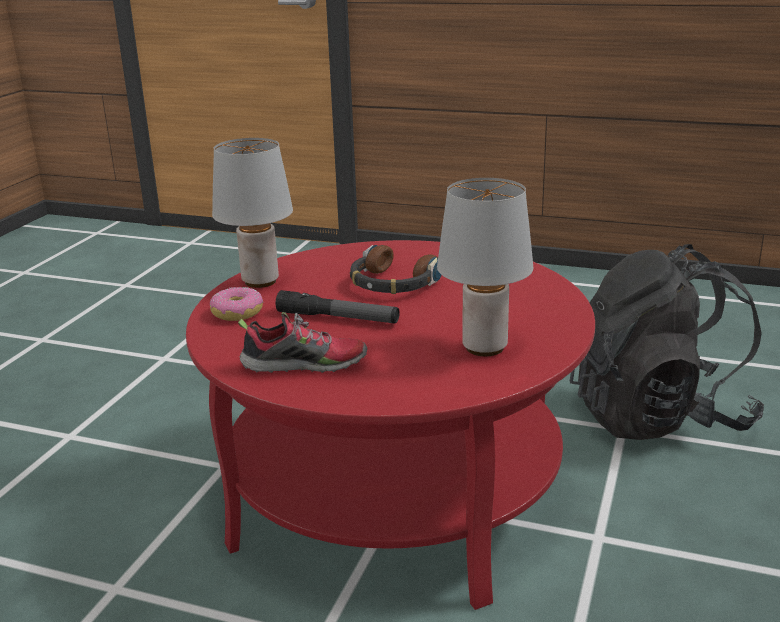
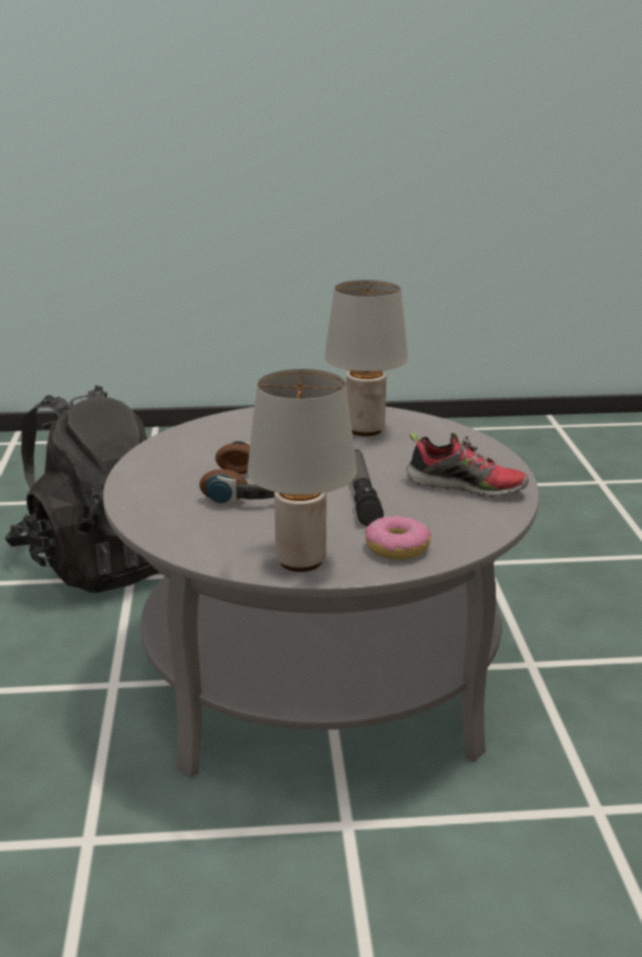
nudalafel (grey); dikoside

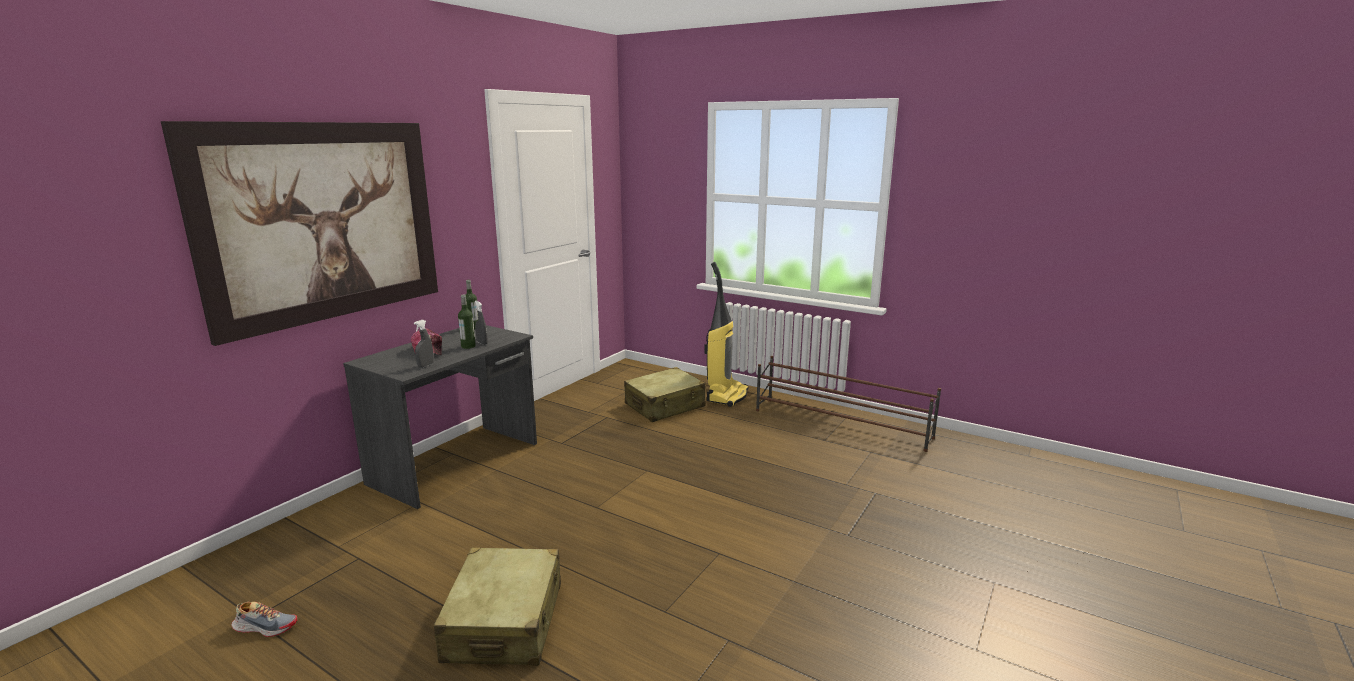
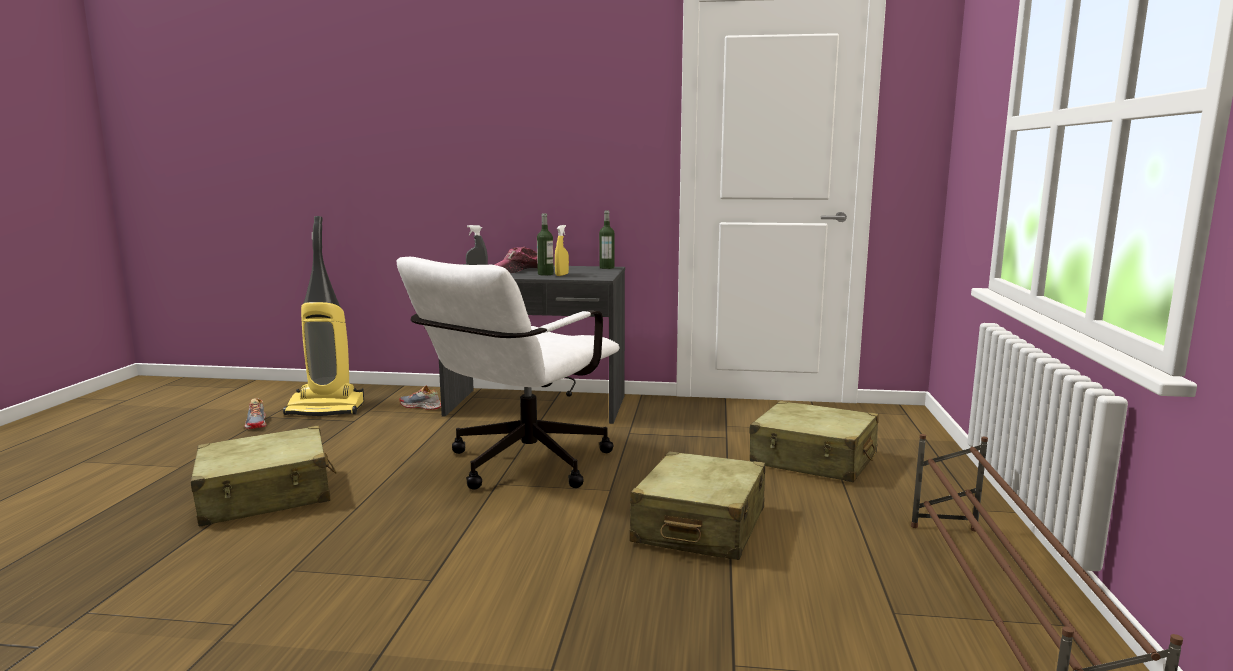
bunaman; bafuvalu; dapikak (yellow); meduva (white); dikoside (2nd from left); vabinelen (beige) (2nd from left)

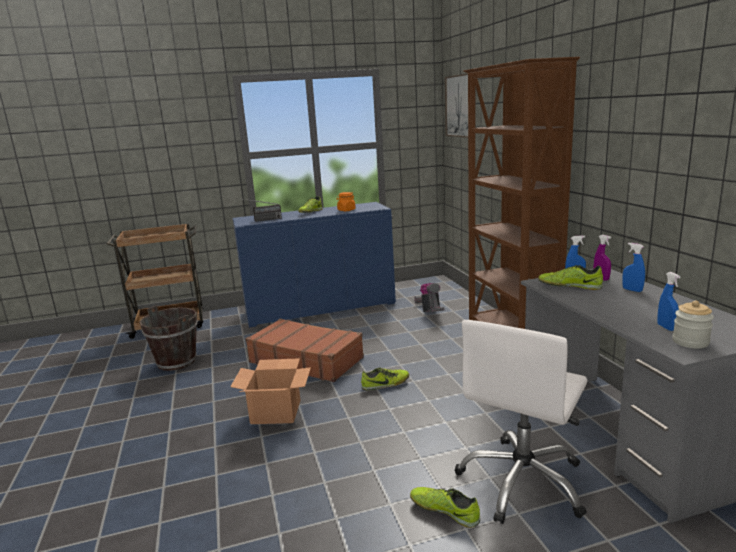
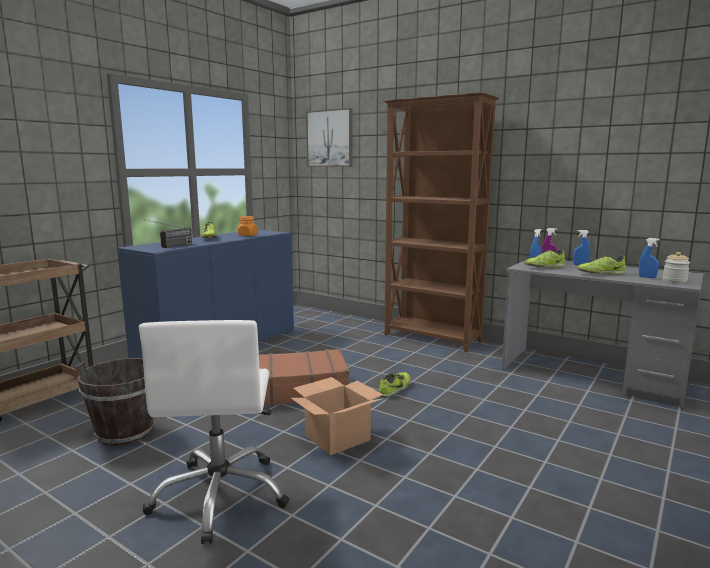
bafuvalu; meduva (white); dikoside (4th from left)

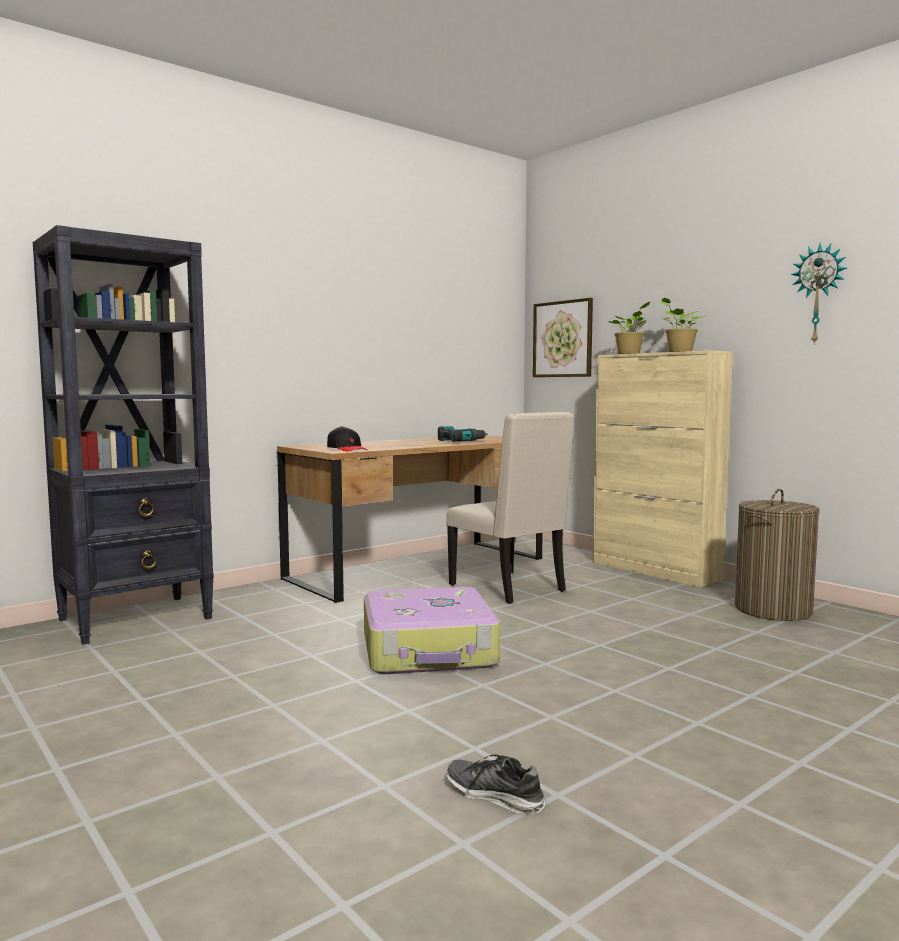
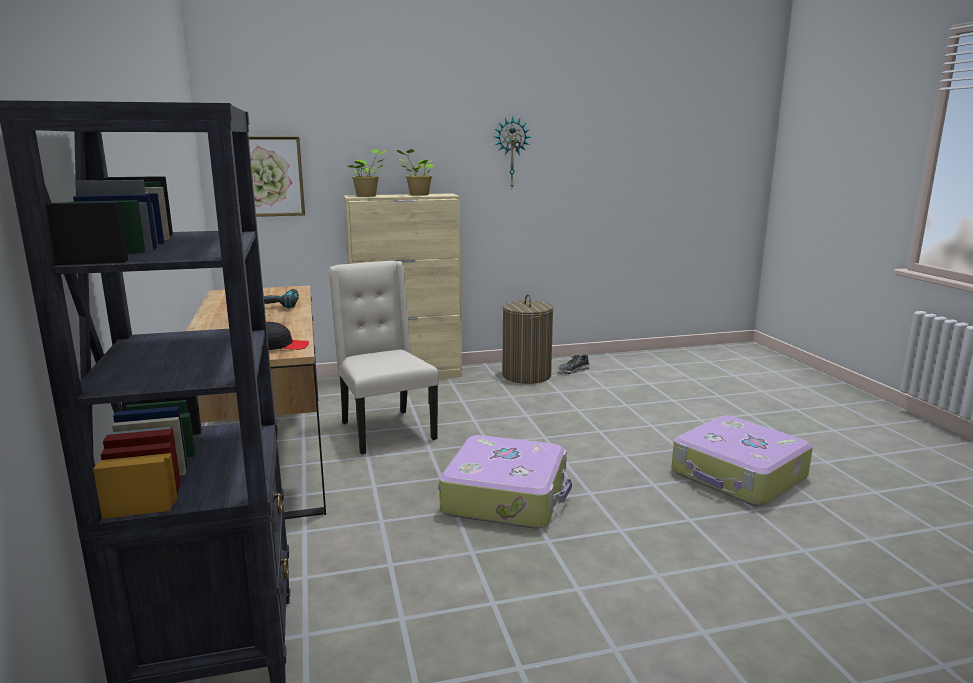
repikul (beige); dikoside; vabinelen (2nd from left)

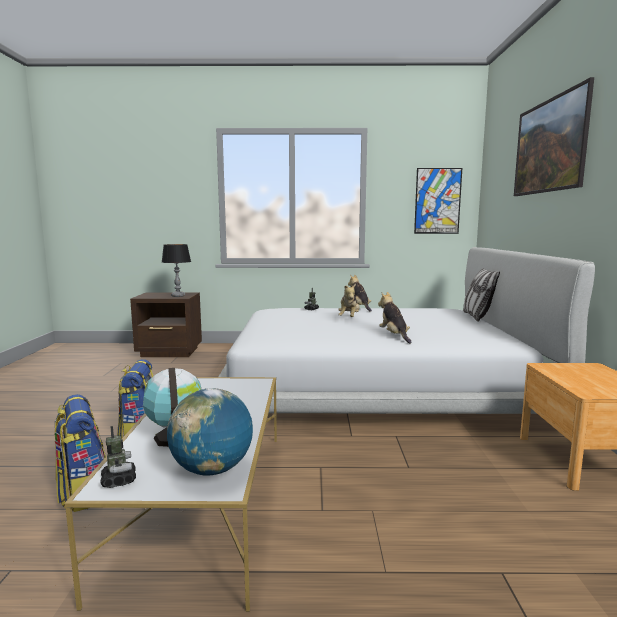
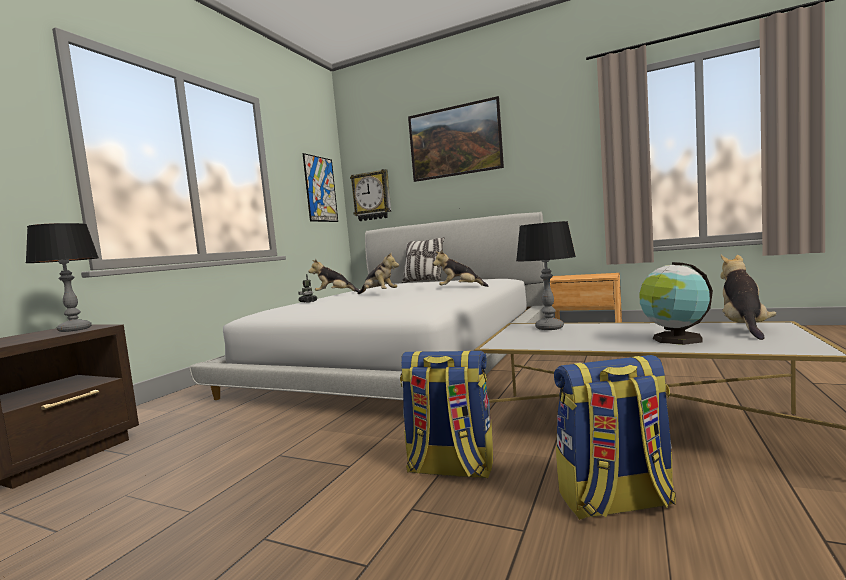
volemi (4th from left); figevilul (1st from left in the first image); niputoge; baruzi (2nd from left)

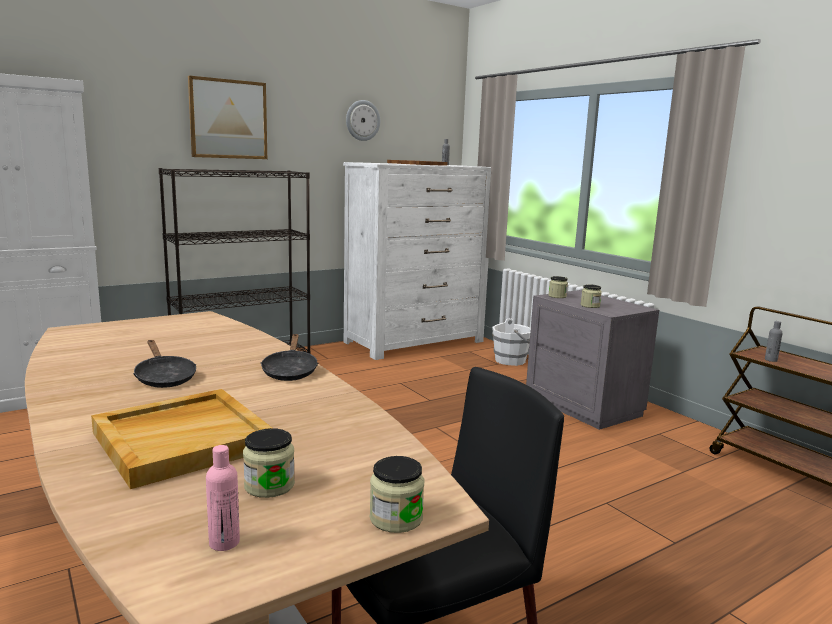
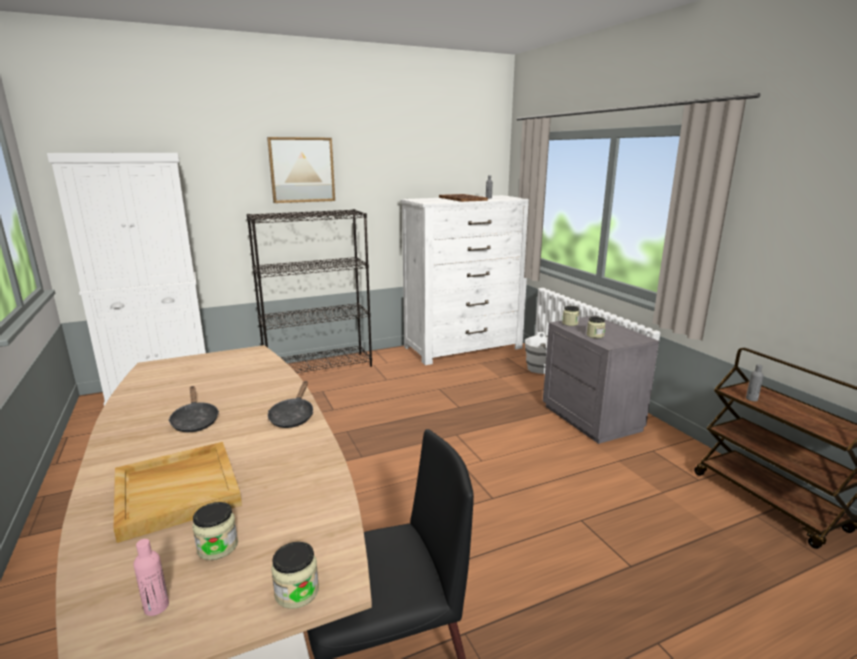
niputoge

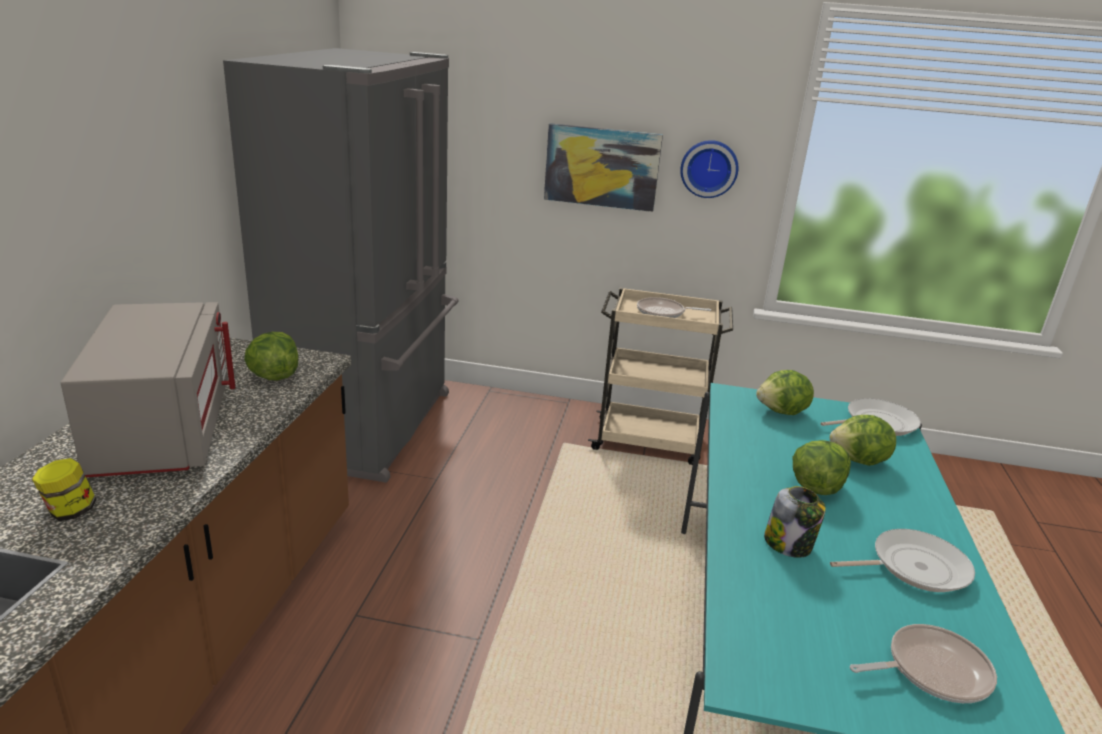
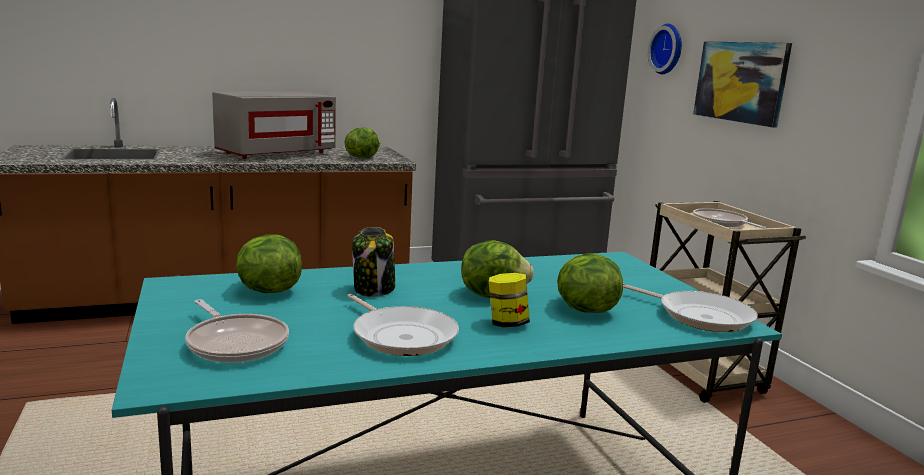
niputoge; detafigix (1st from left); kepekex (2nd from left)

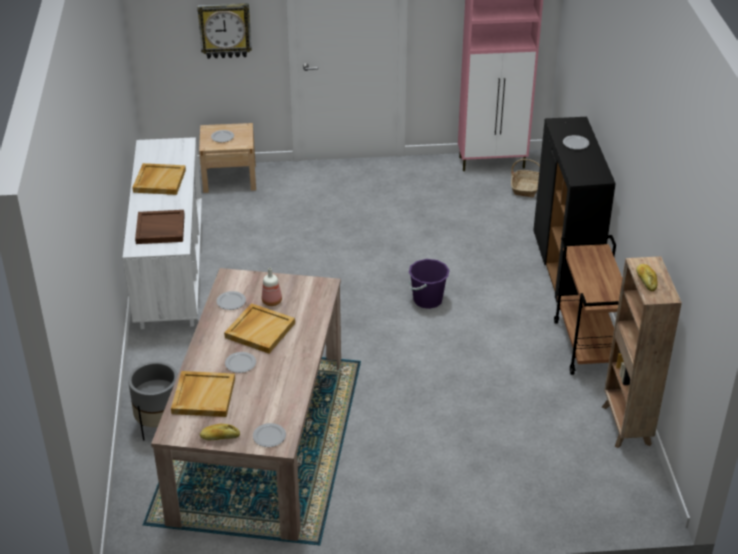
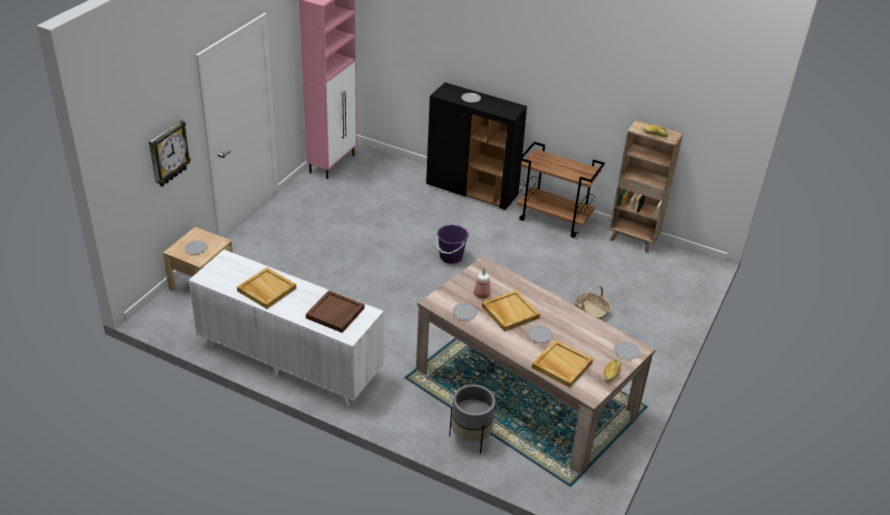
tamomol

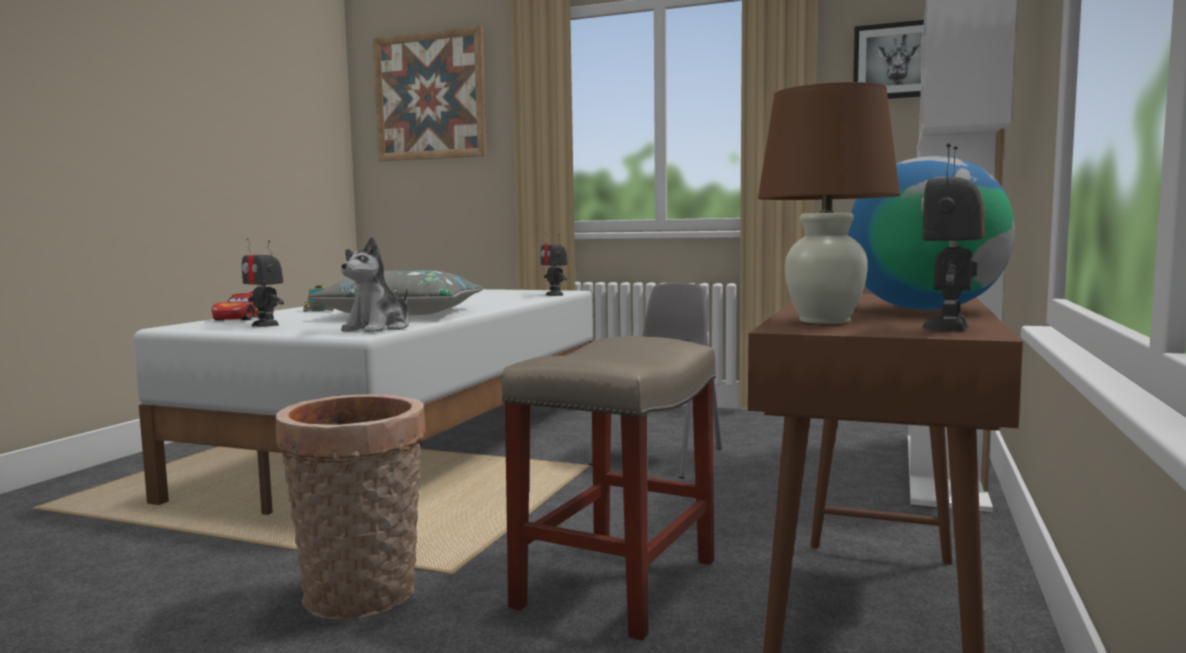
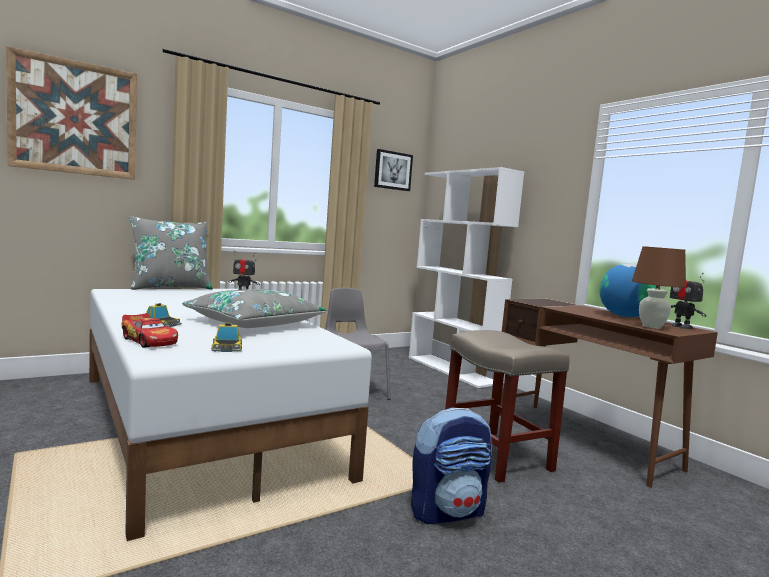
volemi; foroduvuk (3rd from left); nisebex; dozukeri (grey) (1st from left)

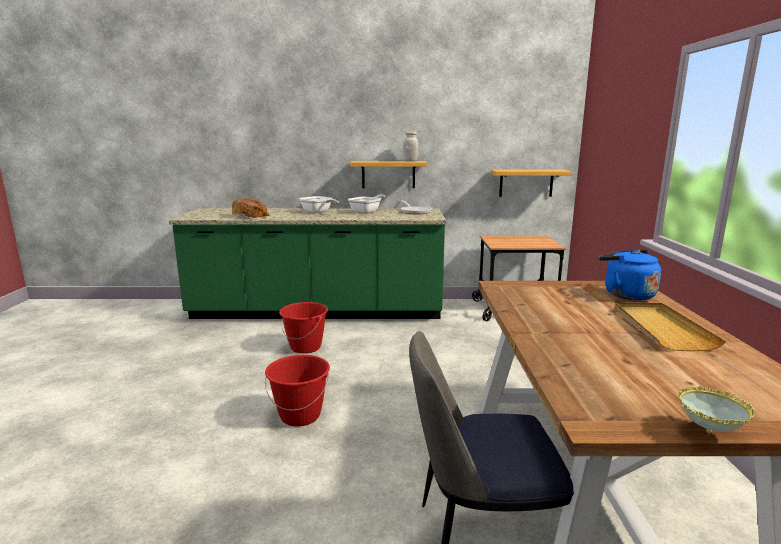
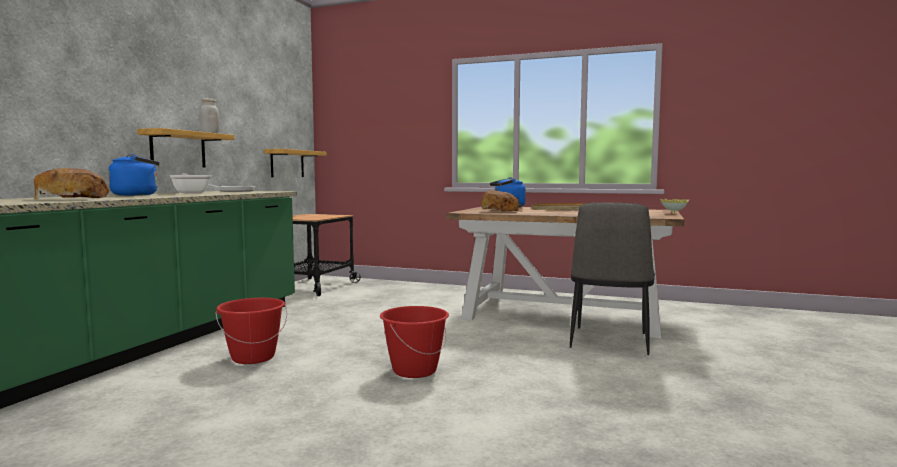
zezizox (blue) (1st from left); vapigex (2nd from left)

